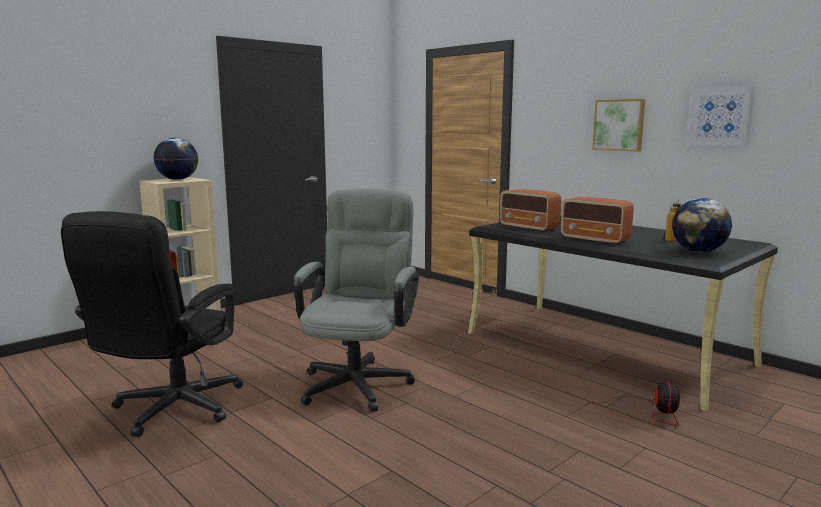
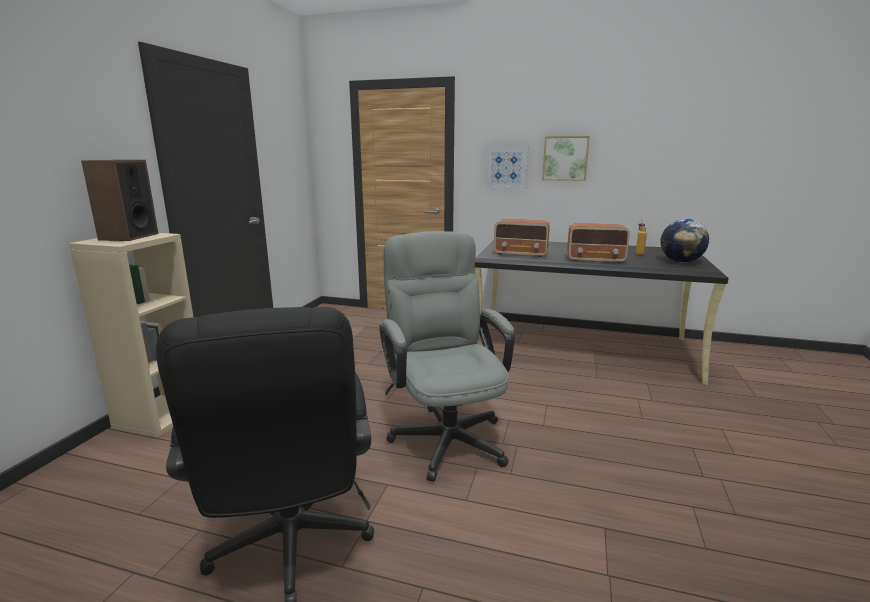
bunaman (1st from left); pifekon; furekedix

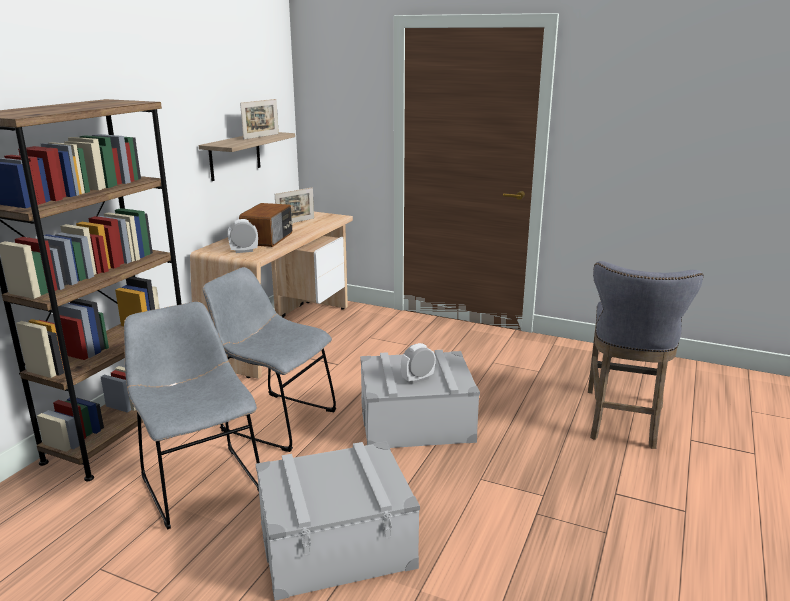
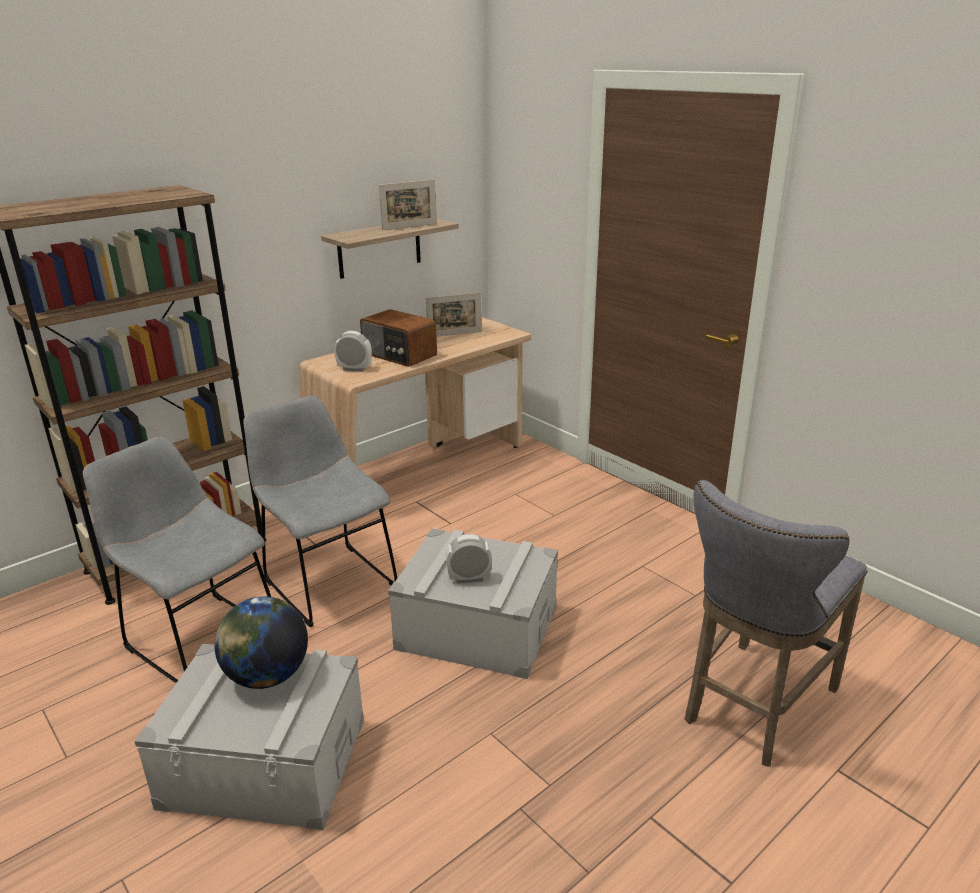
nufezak; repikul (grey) (1st from left); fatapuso

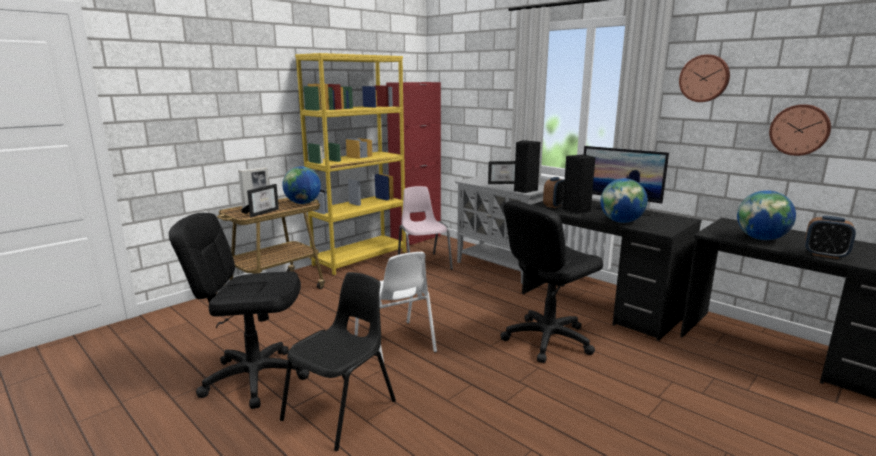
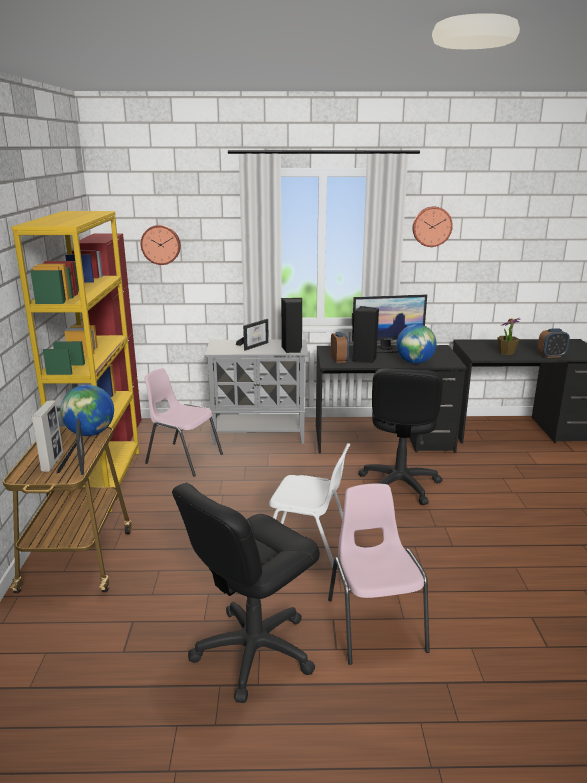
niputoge (1st from left); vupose; repikul (pink) (2nd from left)

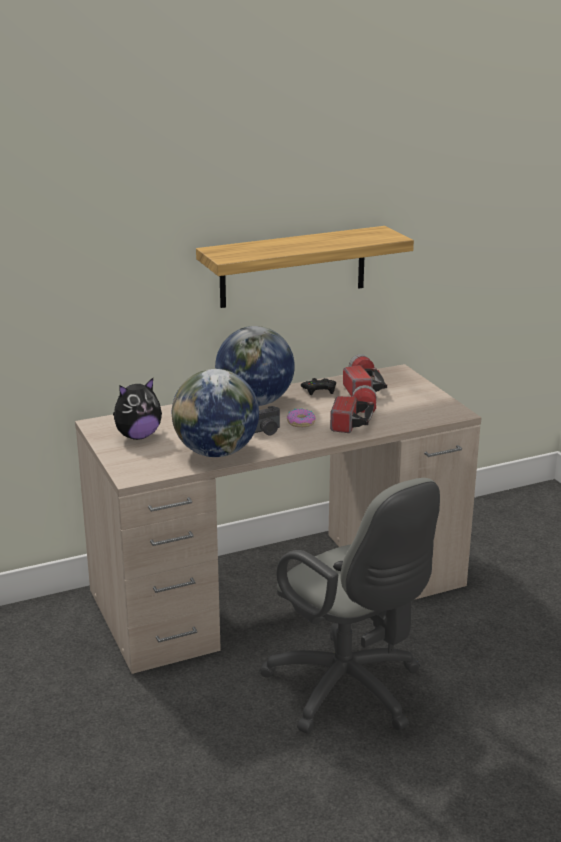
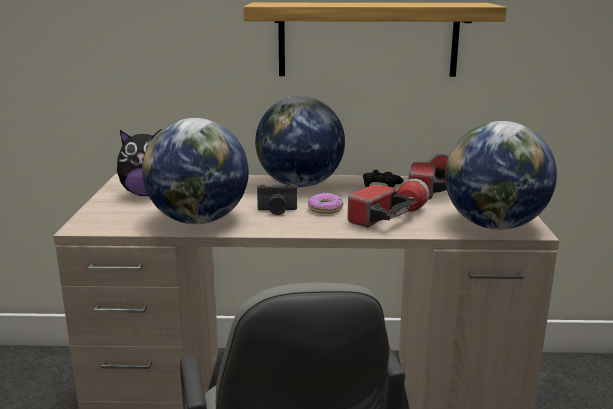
fatapuso (3rd from left)

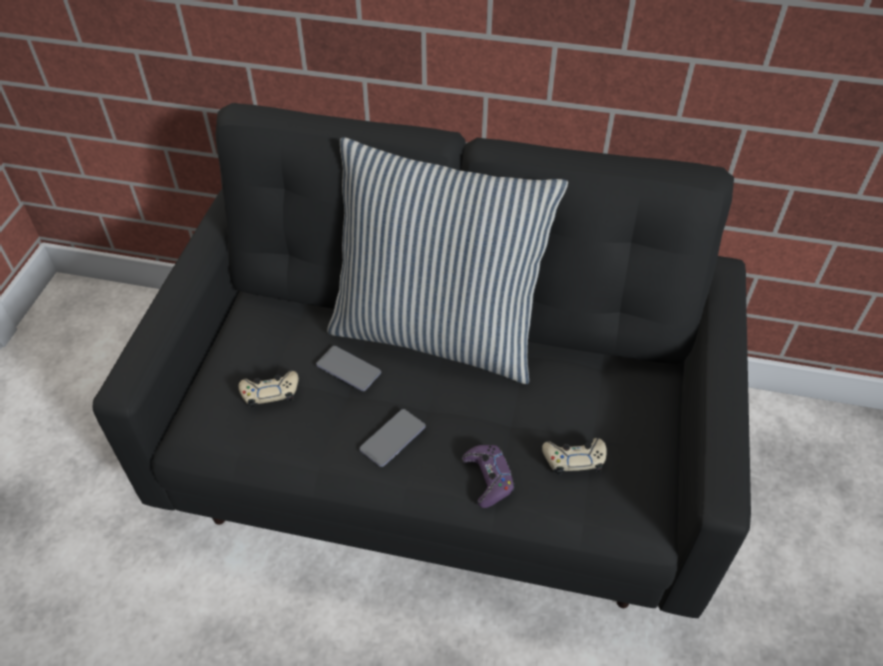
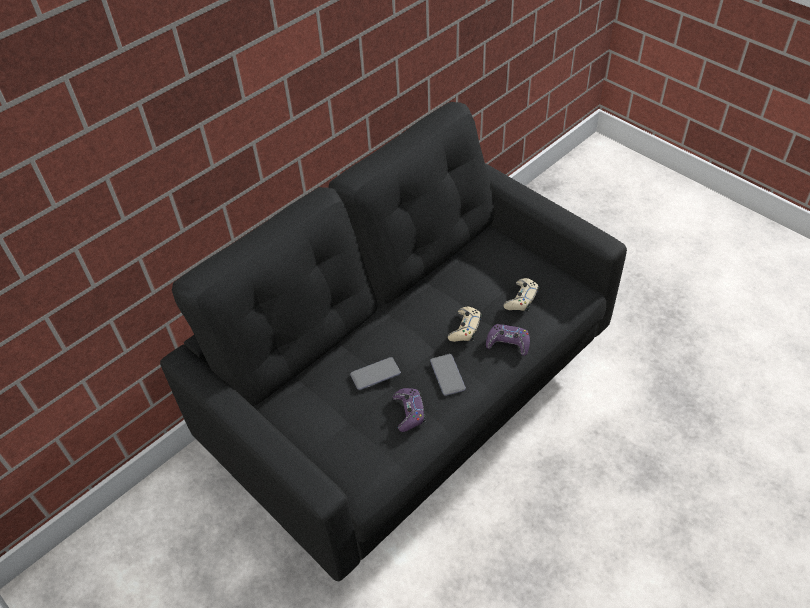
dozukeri; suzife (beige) (1st from left); suzife (purple) (1st from left)

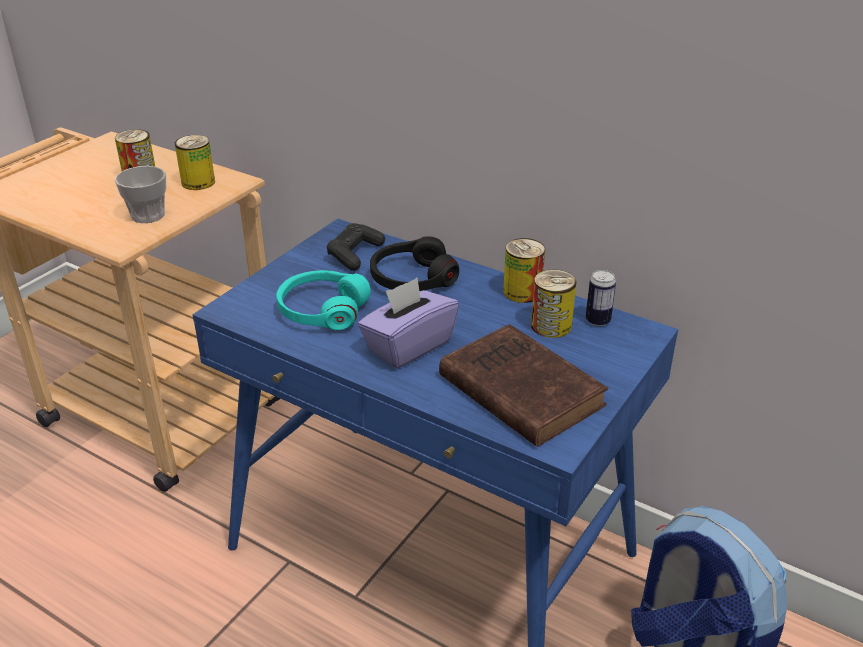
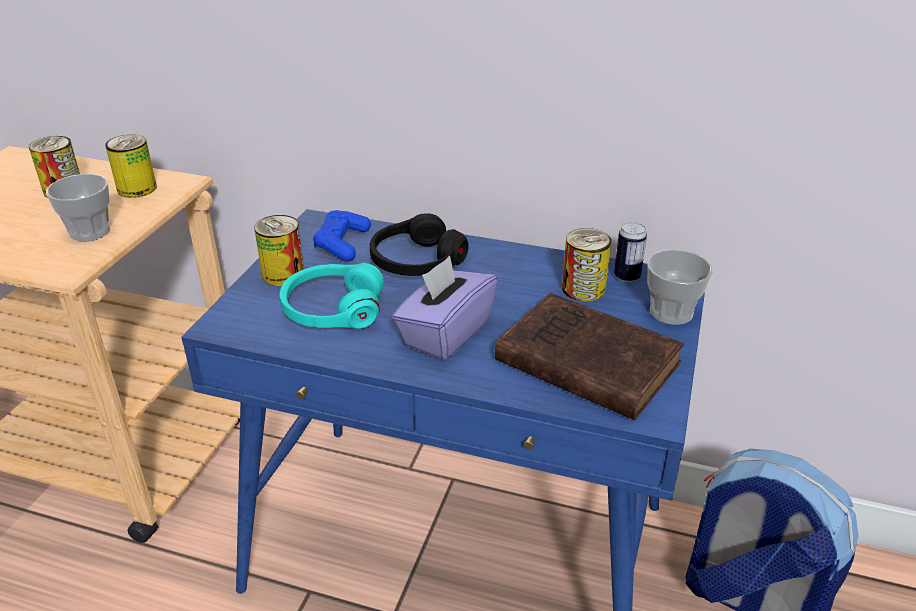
suzife (blue); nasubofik (3rd from left); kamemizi (2nd from left)

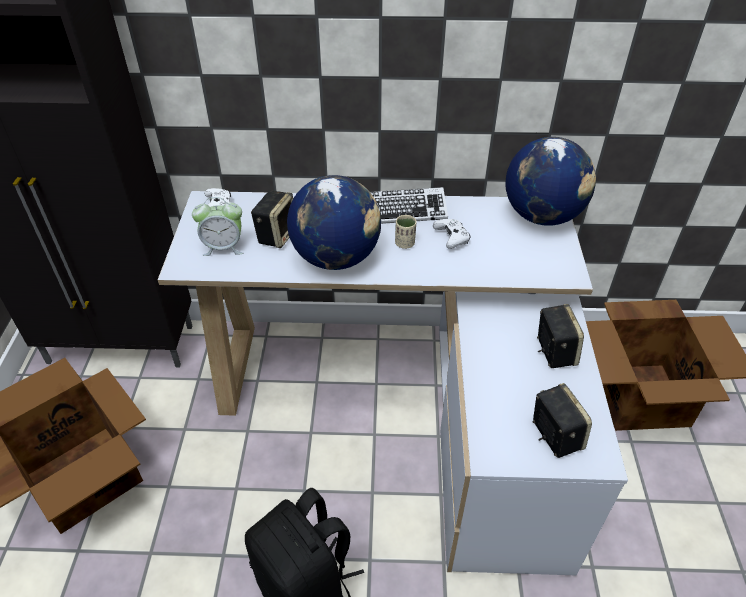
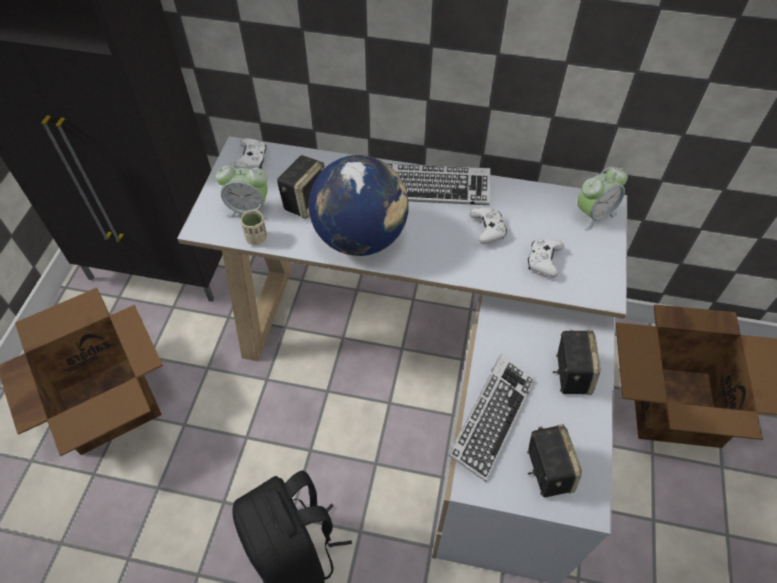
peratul (2nd from left); kamemizi (beige); suzife (white) (3rd from left); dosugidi (2nd from left)

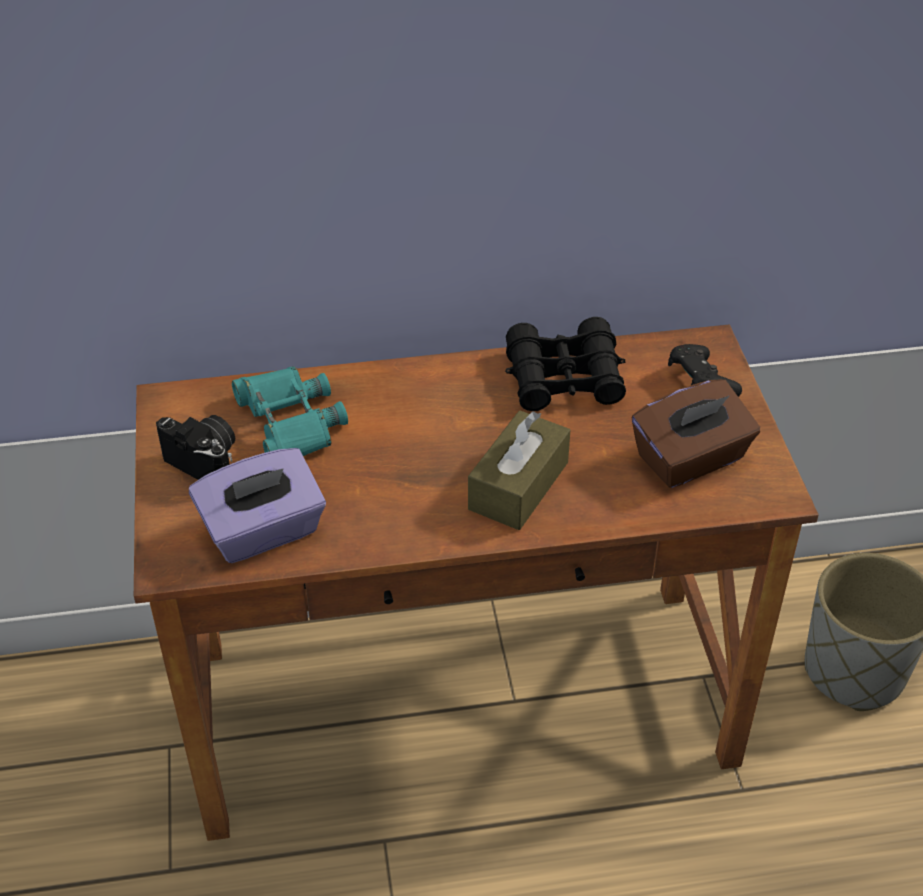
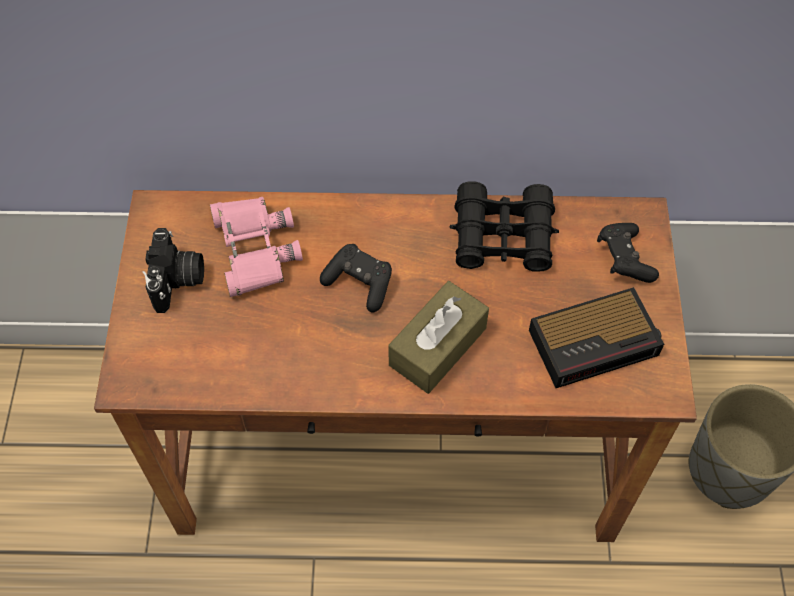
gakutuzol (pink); peratul; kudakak; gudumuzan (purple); suzife (black) (1st from left)

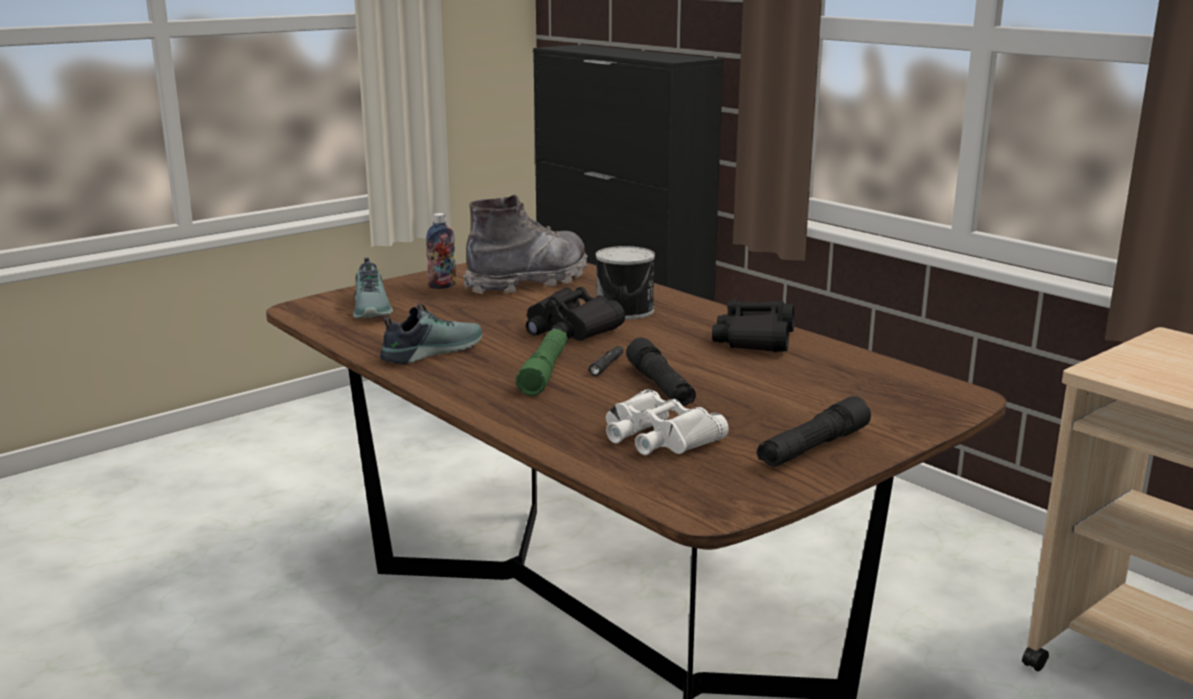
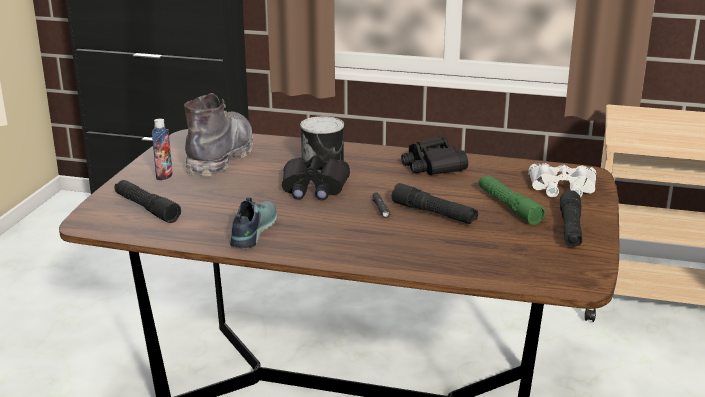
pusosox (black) (1st from left); pusosox (green); gakutuzol (white)

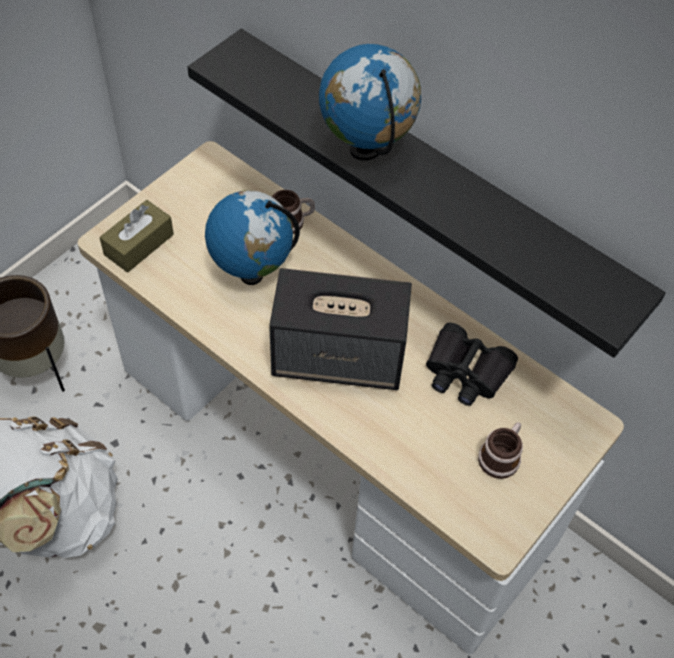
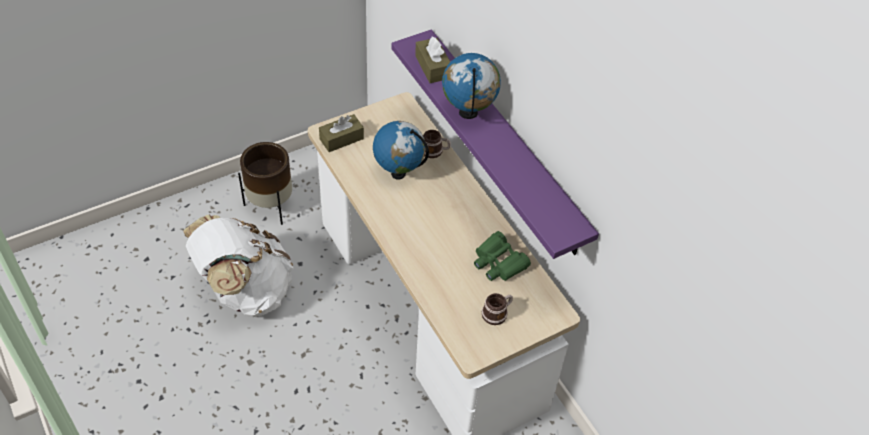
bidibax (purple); pifekon; gakutuzol (green); gudumuzan (brown) (2nd from left)

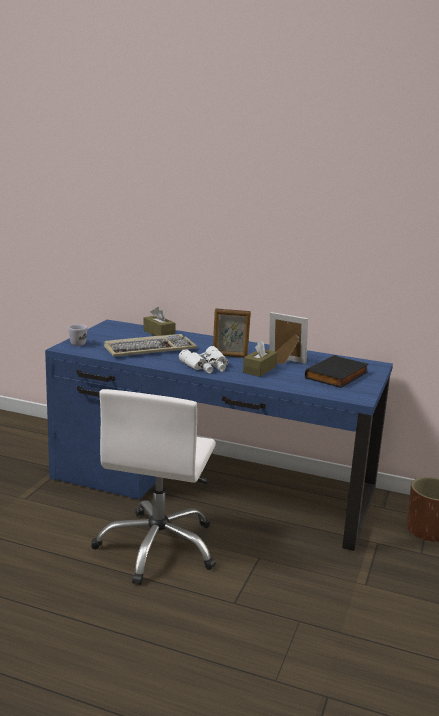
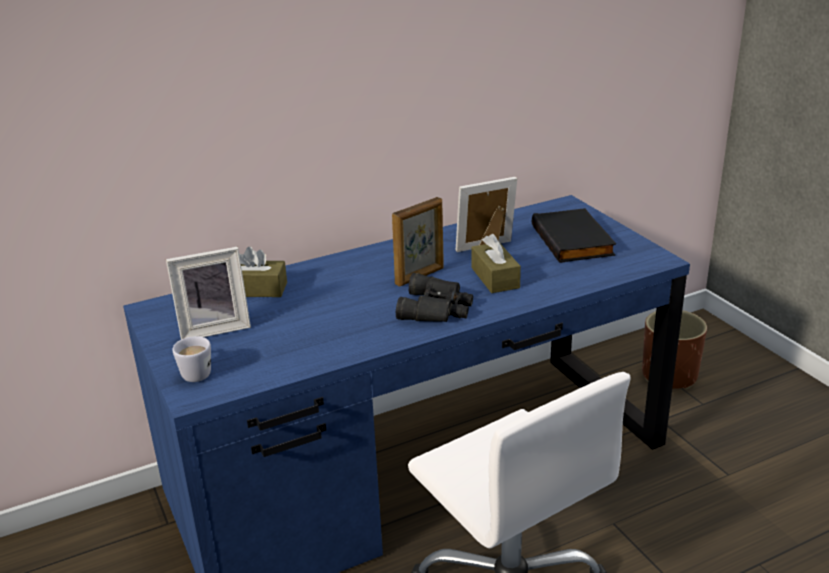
dosugidi; gakutuzol (black); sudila (1st from left)

